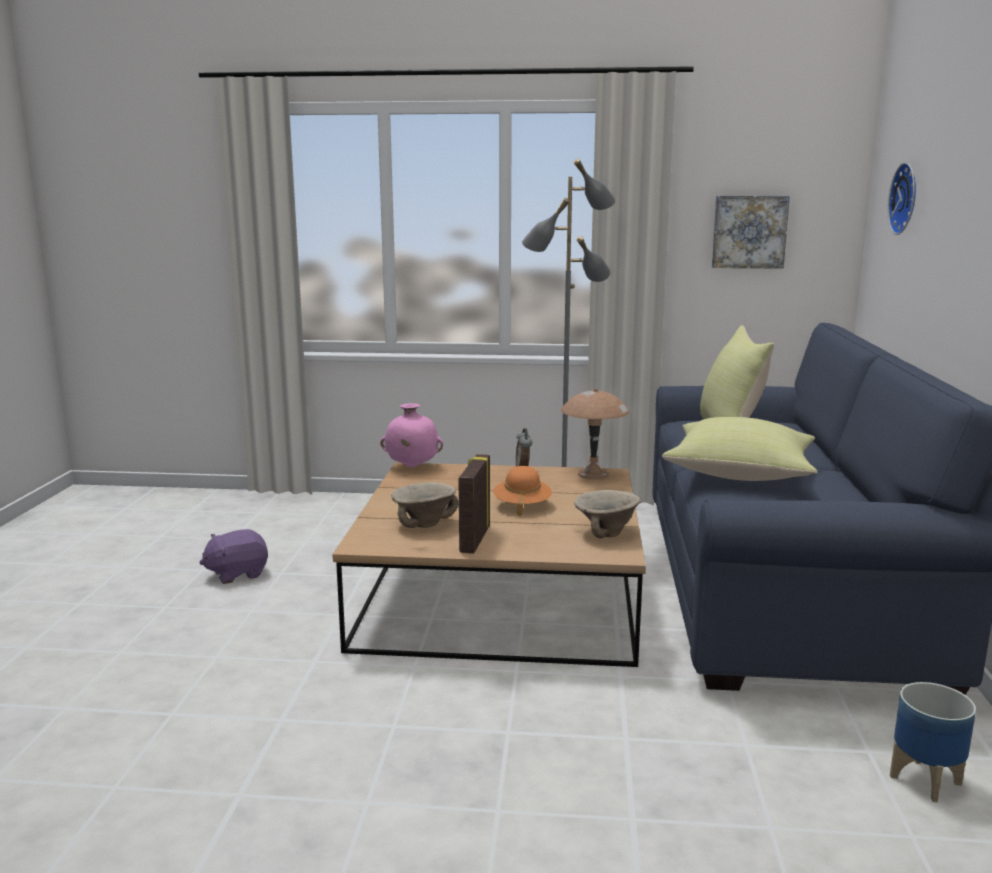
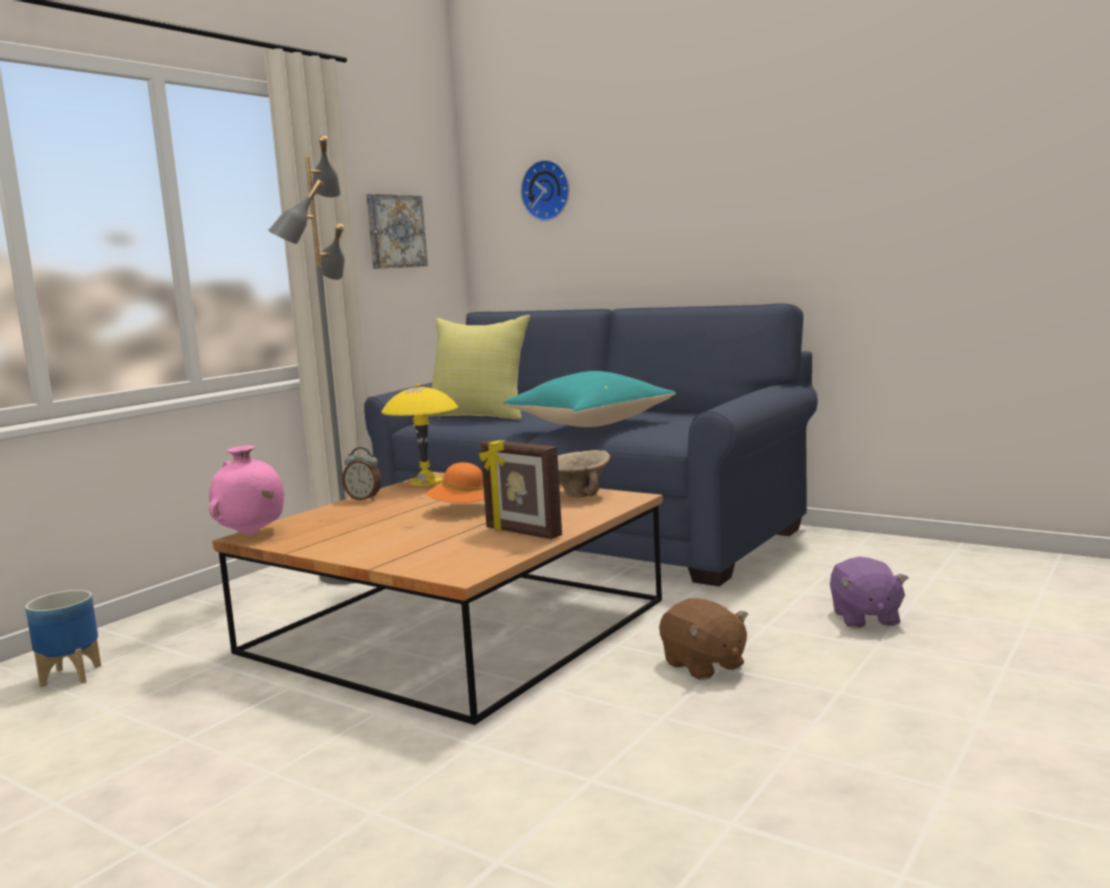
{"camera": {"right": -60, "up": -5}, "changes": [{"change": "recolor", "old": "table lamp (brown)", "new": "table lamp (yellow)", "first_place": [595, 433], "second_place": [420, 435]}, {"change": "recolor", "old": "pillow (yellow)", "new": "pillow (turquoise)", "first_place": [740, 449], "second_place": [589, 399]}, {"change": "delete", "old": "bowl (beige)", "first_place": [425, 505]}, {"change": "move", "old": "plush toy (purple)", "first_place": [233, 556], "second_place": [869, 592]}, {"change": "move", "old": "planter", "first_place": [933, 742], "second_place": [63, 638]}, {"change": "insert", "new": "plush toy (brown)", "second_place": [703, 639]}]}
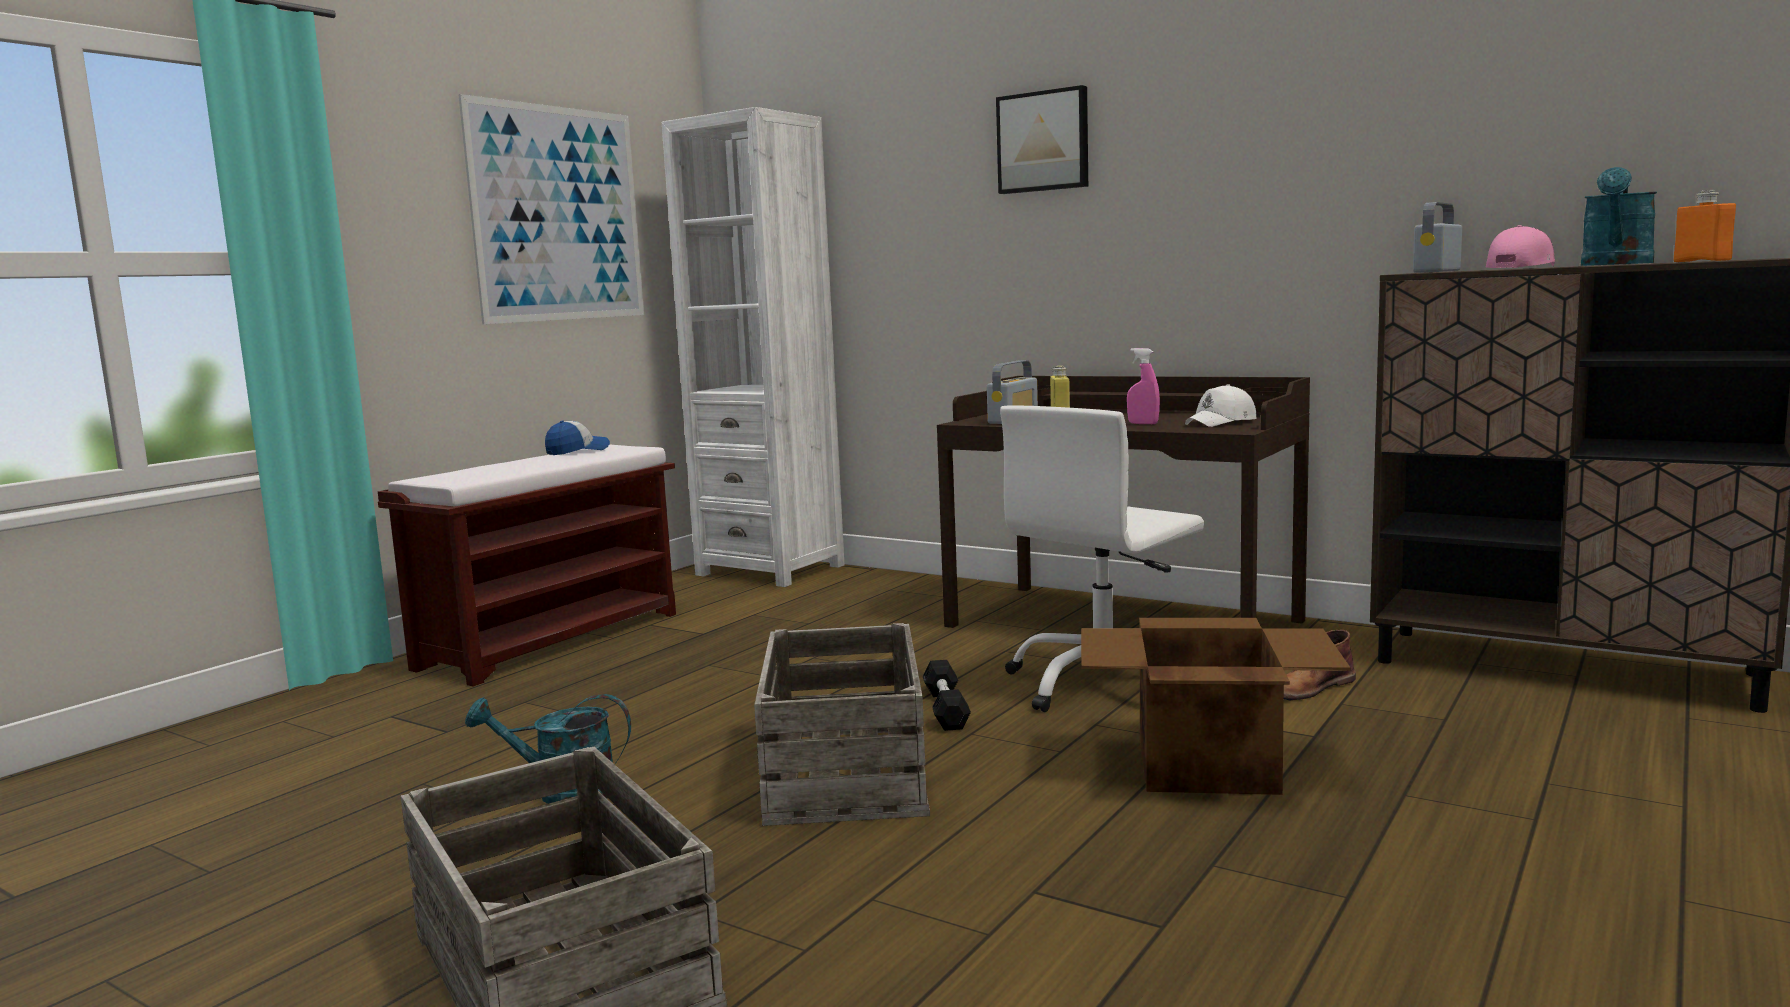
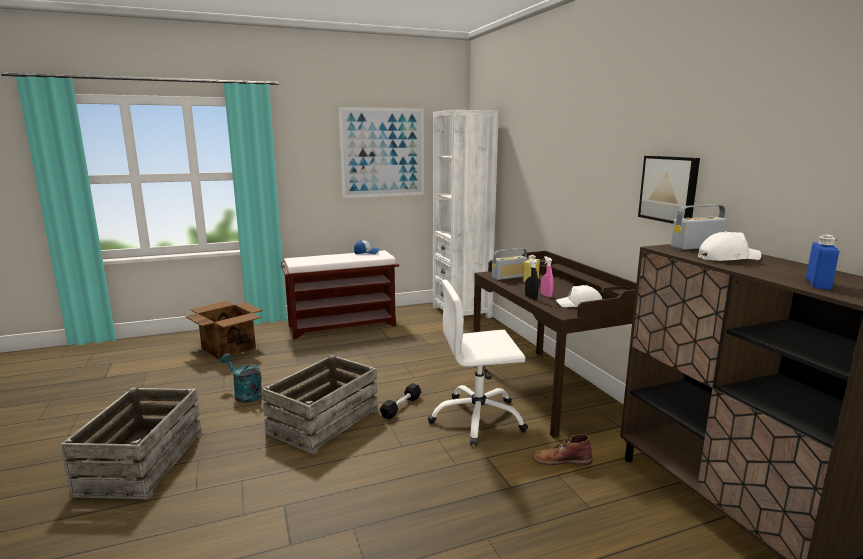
{"camera": {"right": 35, "up": 5}, "changes": [{"change": "move", "old": "picture", "first_place": [1042, 139], "second_place": [669, 190]}, {"change": "delete", "old": "watering can (turquoise)", "first_place": [1619, 216]}, {"change": "recolor", "old": "bottle (orange)", "new": "bottle (blue)", "first_place": [1705, 226], "second_place": [822, 262]}, {"change": "recolor", "old": "cap (pink)", "new": "cap (white)", "first_place": [1520, 246], "second_place": [729, 246]}, {"change": "move", "old": "cardboard box", "first_place": [1216, 706], "second_place": [224, 330]}, {"change": "insert", "new": "spray bottle (black)", "second_place": [532, 279]}]}
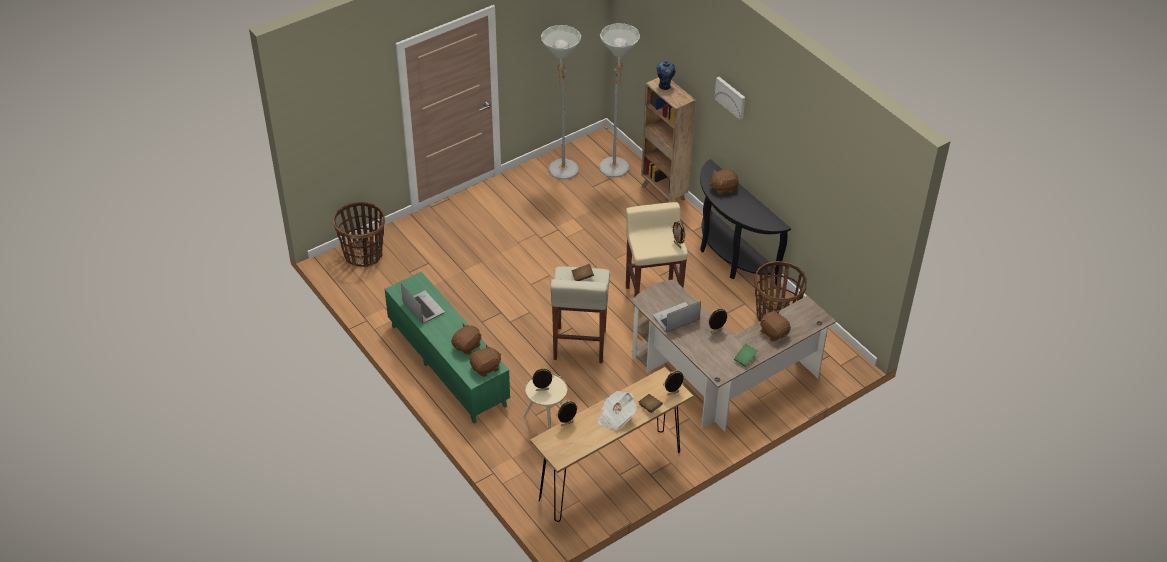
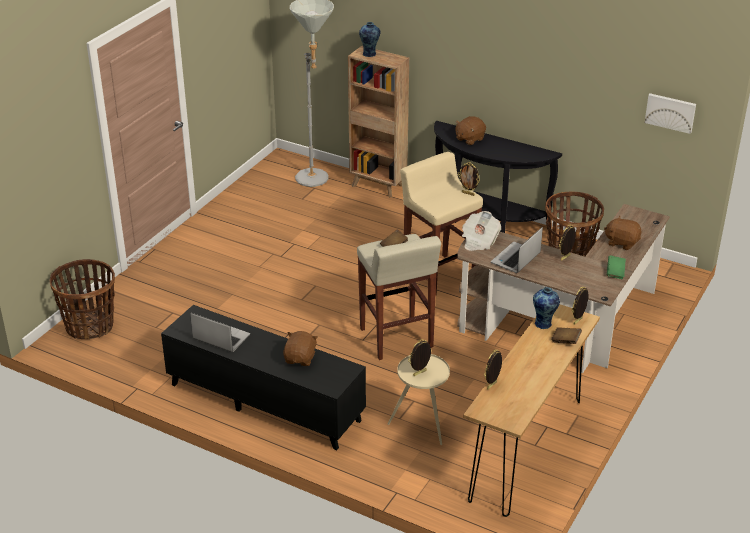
{"camera": {"right": -25, "up": -10}, "changes": [{"change": "delete", "old": "floor lamp (grey)", "first_place": [561, 102]}, {"change": "move", "old": "picture", "first_place": [729, 98], "second_place": [670, 113]}, {"change": "recolor", "old": "tv stand (green)", "new": "tv stand (black)", "first_place": [447, 347], "second_place": [263, 377]}, {"change": "delete", "old": "plush toy (brown)", "first_place": [485, 360]}, {"change": "move", "old": "newspaper", "first_place": [617, 411], "second_place": [481, 231]}, {"change": "insert", "new": "vase", "second_place": [546, 308]}]}
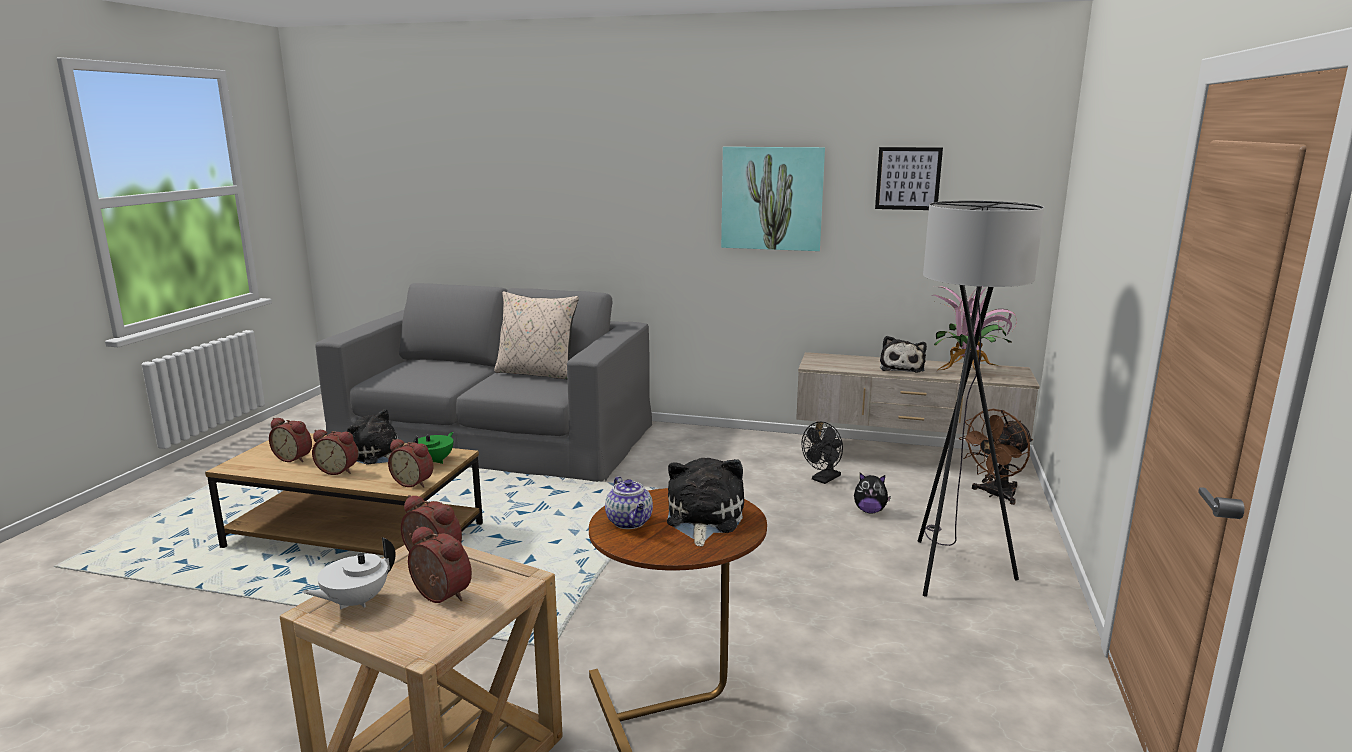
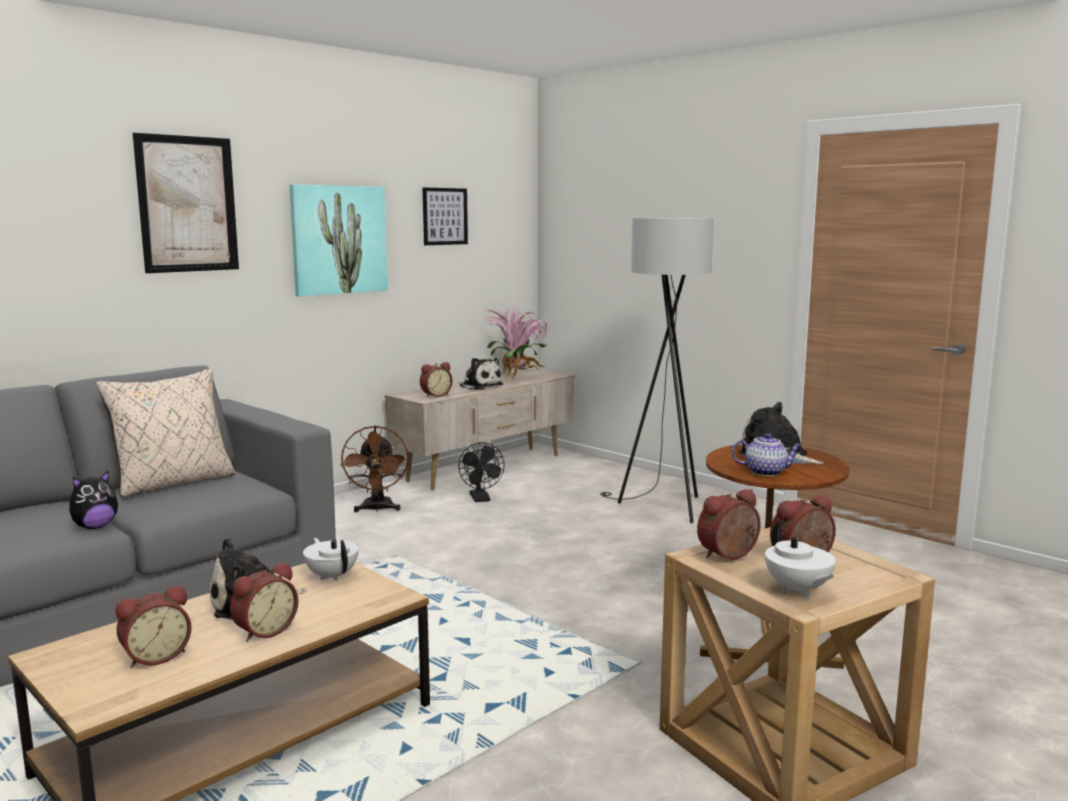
{"camera": {"right": -60, "up": -5}, "changes": [{"change": "move", "old": "fan (brown)", "first_place": [996, 457], "second_place": [374, 469]}, {"change": "recolor", "old": "teapot (green)", "new": "teapot (white)", "first_place": [432, 448], "second_place": [331, 559]}, {"change": "move", "old": "alarm clock", "first_place": [411, 463], "second_place": [436, 379]}, {"change": "move", "old": "plush toy", "first_place": [872, 493], "second_place": [93, 500]}, {"change": "insert", "new": "picture", "second_place": [186, 203]}]}
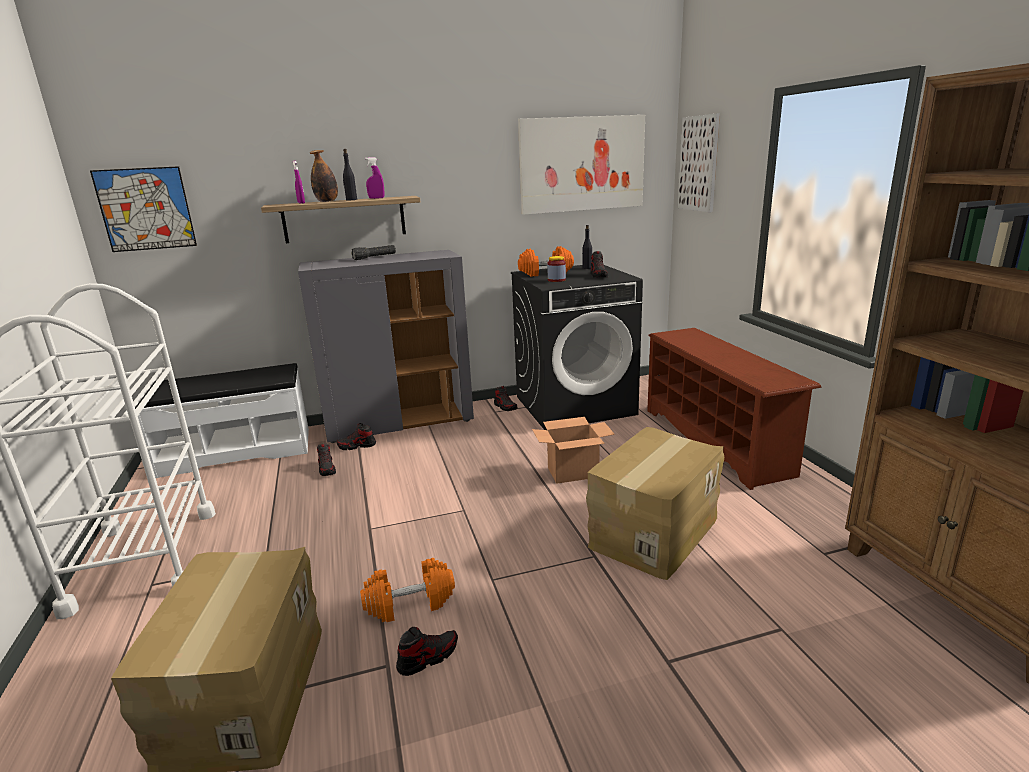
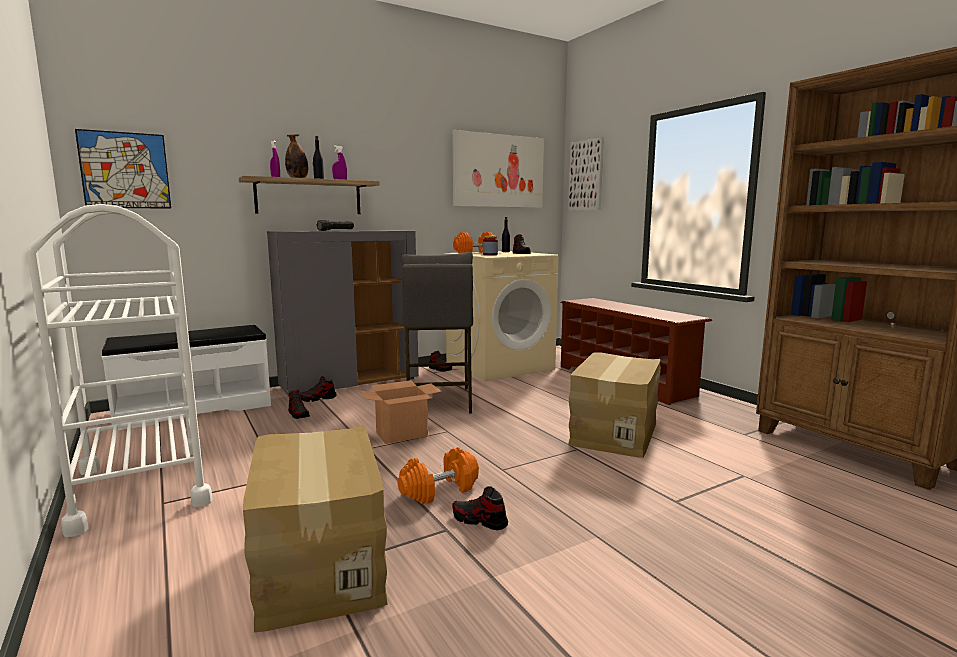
{"camera": {"right": -15, "up": -10}, "changes": [{"change": "recolor", "old": "washing machine (black)", "new": "washing machine (beige)", "first_place": [577, 347], "second_place": [501, 316]}, {"change": "move", "old": "cardboard box", "first_place": [573, 450], "second_place": [401, 412]}, {"change": "rotate", "old": "shoe", "first_place": [427, 651], "second_place": [480, 508], "degrees": -105}, {"change": "insert", "new": "stool (grey)", "second_place": [437, 333]}]}
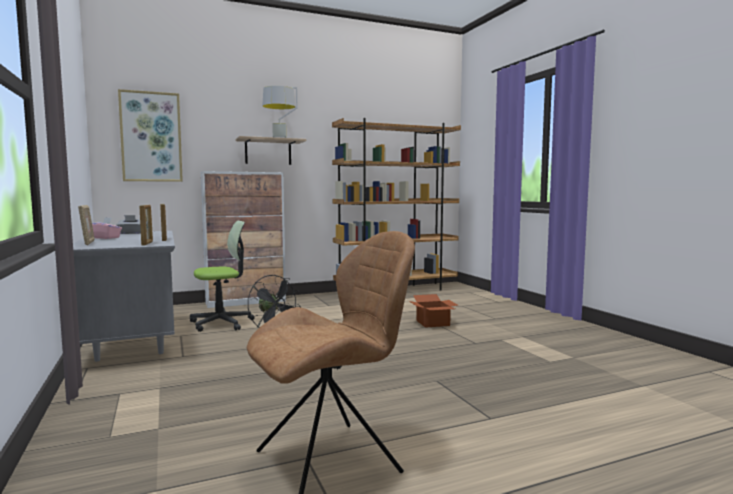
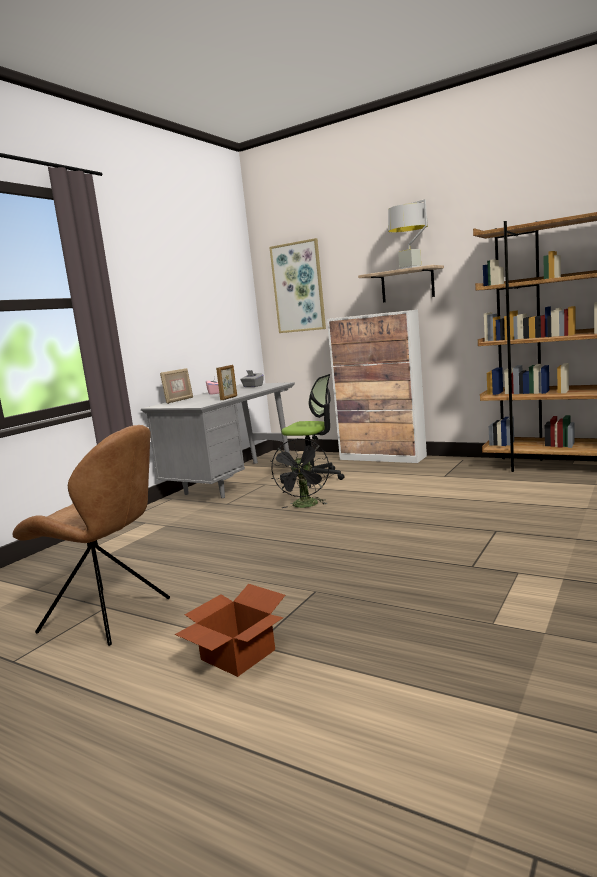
{"camera": {"right": 55, "up": 5}, "changes": [{"change": "delete", "old": "picture frame", "first_place": [146, 225]}, {"change": "move", "old": "cardboard box", "first_place": [433, 311], "second_place": [230, 630]}]}
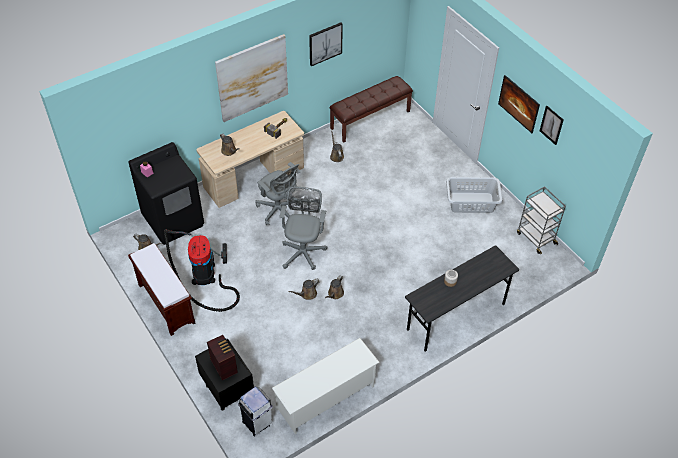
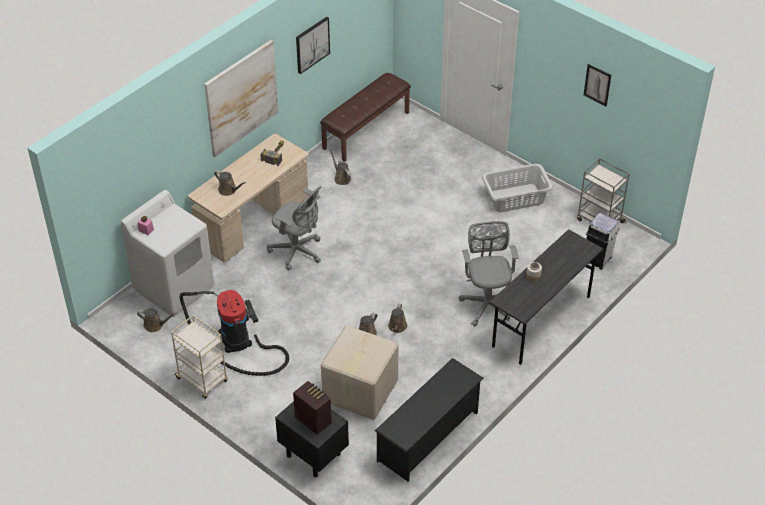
{"camera": {"right": -15, "up": -5}, "changes": [{"change": "delete", "old": "picture", "first_place": [519, 104]}, {"change": "recolor", "old": "washing machine (black)", "new": "washing machine (white)", "first_place": [166, 193], "second_place": [167, 253]}, {"change": "move", "old": "office chair (grey)", "first_place": [303, 228], "second_place": [488, 274]}, {"change": "replace", "old": "bench (brown)", "new": "cart (beige)", "first_place": [161, 289], "second_place": [199, 357]}, {"change": "recolor", "old": "shoe rack (white)", "new": "shoe rack (black)", "first_place": [326, 386], "second_place": [429, 420]}, {"change": "move", "old": "trash can (white)", "first_place": [255, 412], "second_place": [603, 241]}, {"change": "insert", "new": "cardboard box", "second_place": [360, 372]}]}
